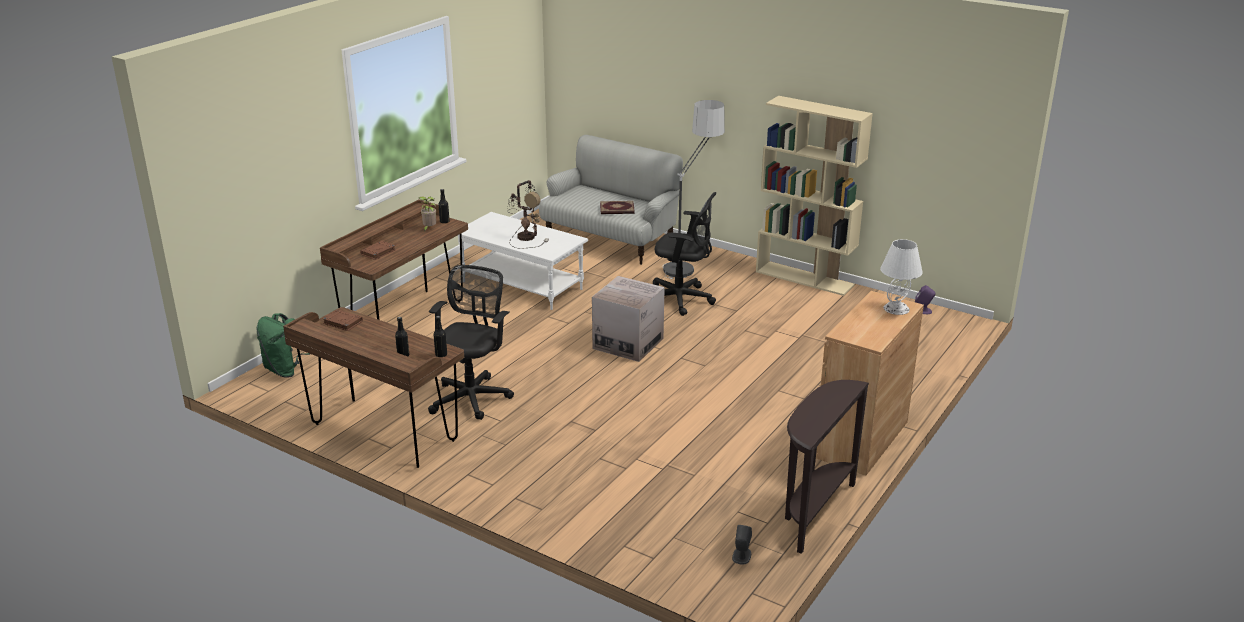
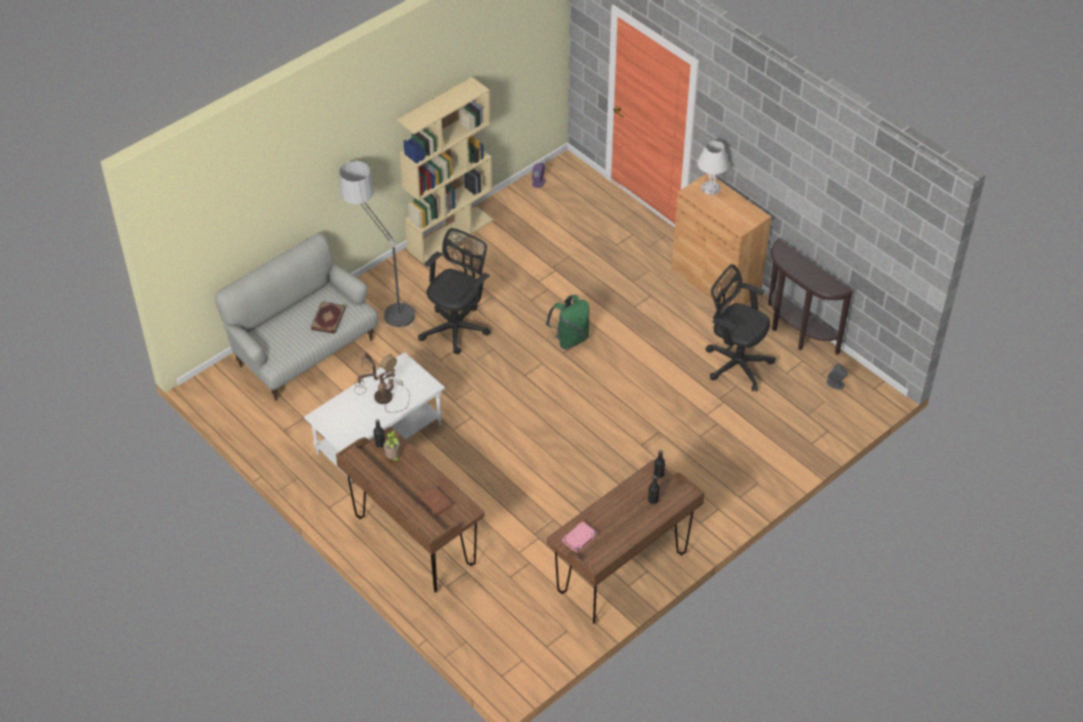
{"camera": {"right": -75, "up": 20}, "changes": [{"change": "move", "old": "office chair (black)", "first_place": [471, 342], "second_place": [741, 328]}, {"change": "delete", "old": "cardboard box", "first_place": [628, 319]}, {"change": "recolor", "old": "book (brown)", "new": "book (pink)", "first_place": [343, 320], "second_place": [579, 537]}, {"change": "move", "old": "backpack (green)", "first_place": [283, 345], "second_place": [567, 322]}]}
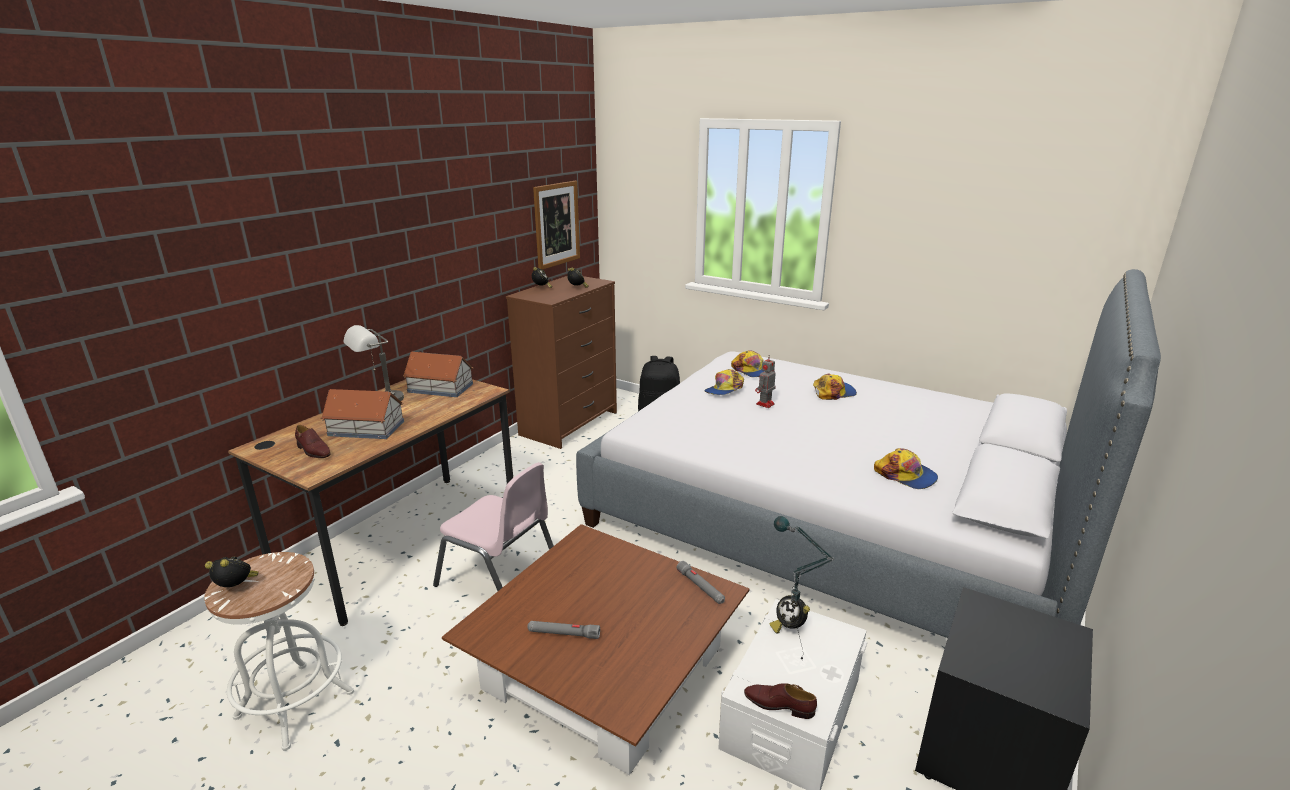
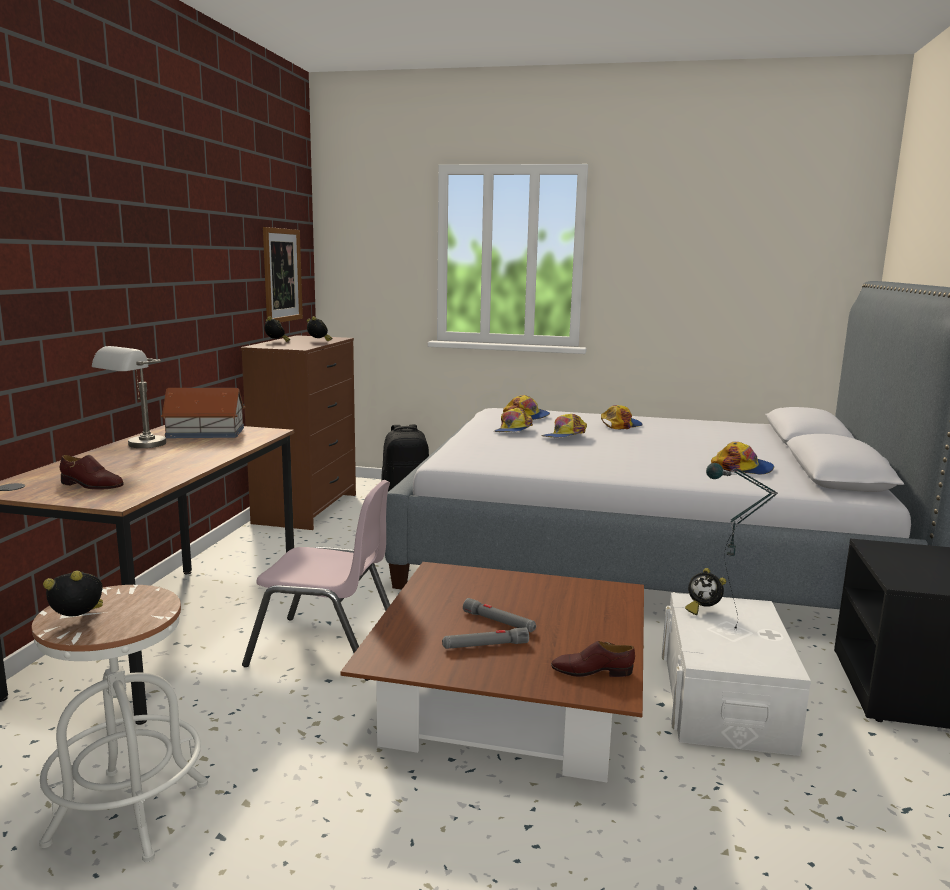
{"camera": {"right": -20, "up": -10}, "changes": [{"change": "replace", "old": "toy robot", "new": "cap", "first_place": [765, 381], "second_place": [564, 425]}, {"change": "delete", "old": "toy house", "first_place": [362, 414]}, {"change": "move", "old": "flashlight (grey)", "first_place": [701, 582], "second_place": [499, 615]}, {"change": "move", "old": "shoe (brown)", "first_place": [780, 701], "second_place": [593, 659]}]}
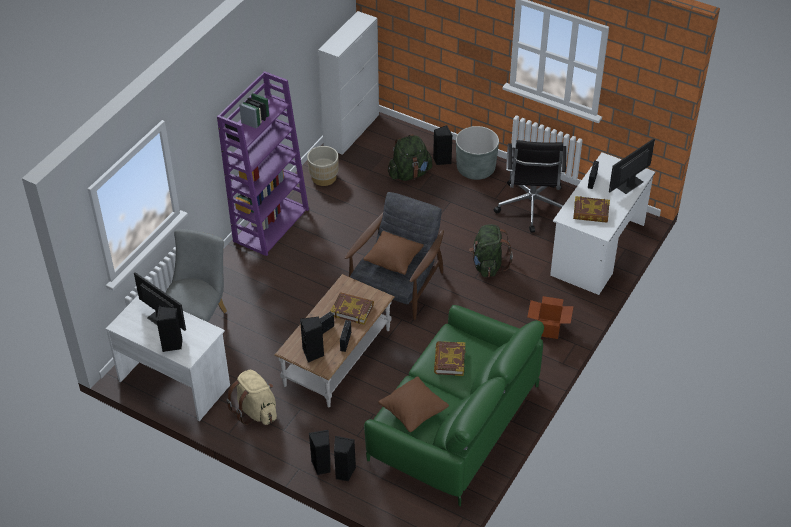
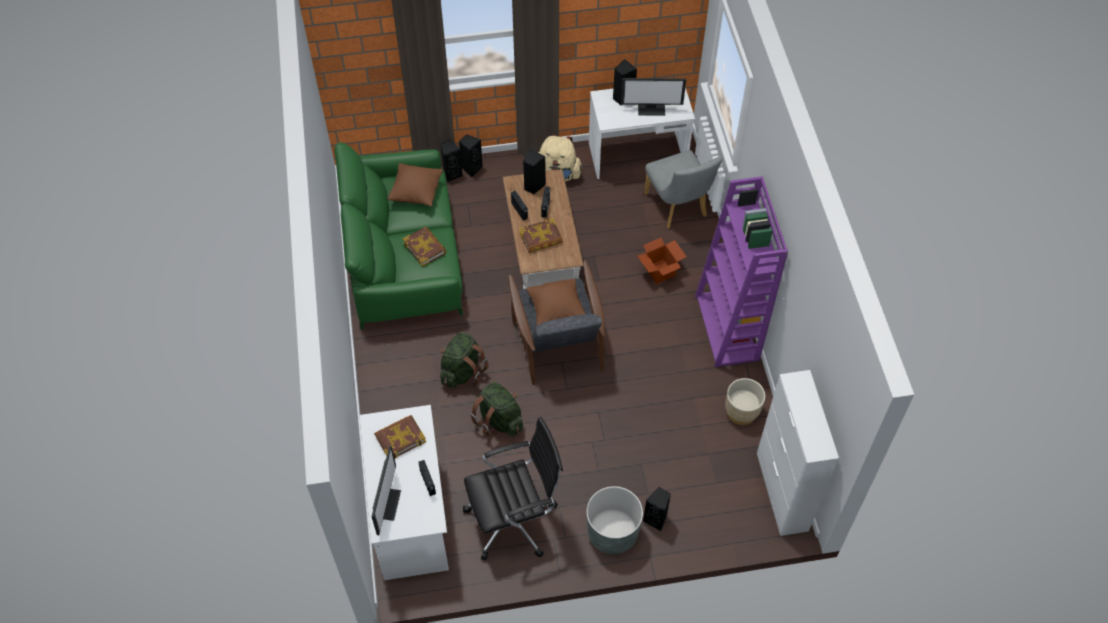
{"camera": {"right": 140, "up": 10}, "changes": [{"change": "move", "old": "backpack (green)", "first_place": [410, 157], "second_place": [464, 360]}, {"change": "rotate", "old": "office chair (black)", "first_place": [530, 186], "second_place": [513, 488], "degrees": 105}, {"change": "move", "old": "cardboard box", "first_place": [550, 317], "second_place": [662, 260]}]}
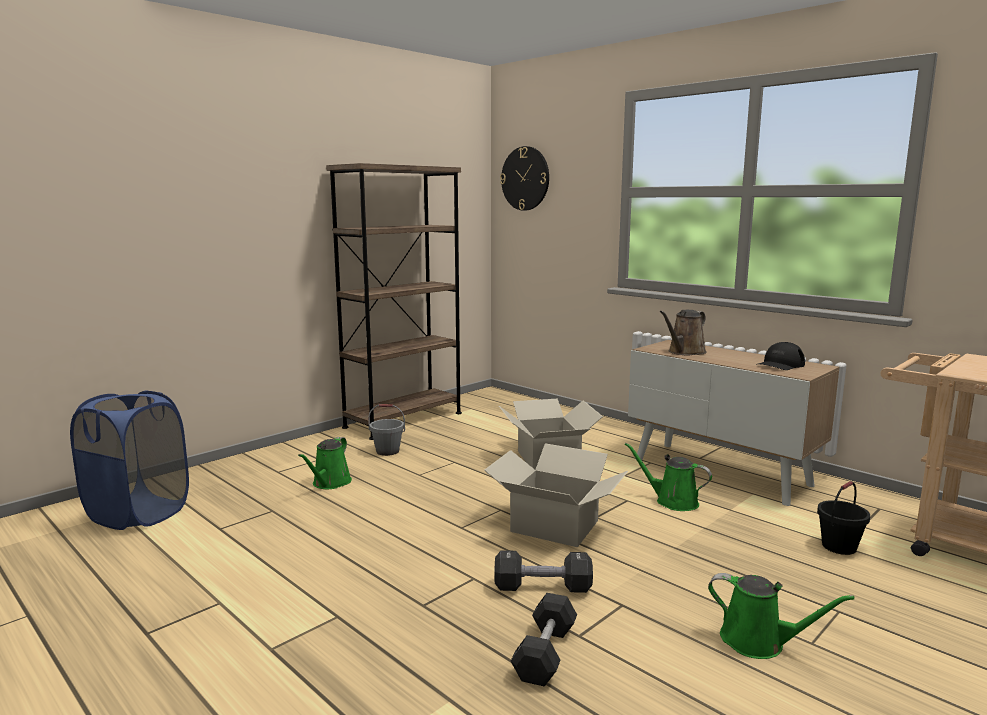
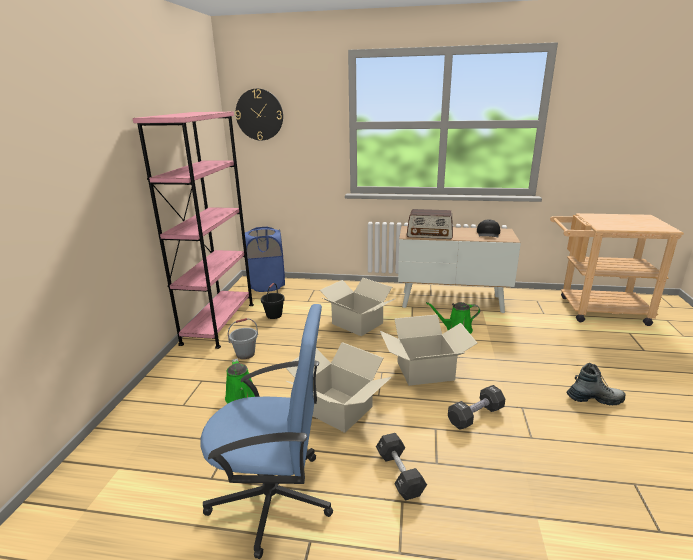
{"camera": {"right": -35, "up": 10}, "changes": [{"change": "recolor", "old": "bookcase (brown)", "new": "bookcase (pink)", "first_place": [394, 301], "second_place": [193, 230]}, {"change": "replace", "old": "watering can (brown)", "new": "radio", "first_place": [683, 332], "second_place": [430, 224]}, {"change": "move", "old": "laundry basket (blue)", "first_place": [129, 460], "second_place": [265, 259]}, {"change": "move", "old": "bucket (black)", "first_place": [843, 518], "second_place": [273, 301]}, {"change": "replace", "old": "watering can (green)", "new": "boot", "first_place": [781, 616], "second_place": [595, 384]}, {"change": "move", "old": "dumbbell (black)", "first_place": [544, 640], "second_place": [401, 466]}, {"change": "insert", "new": "office chair (blue)", "second_place": [267, 431]}, {"change": "insert", "new": "cardboard box", "second_place": [339, 387]}]}
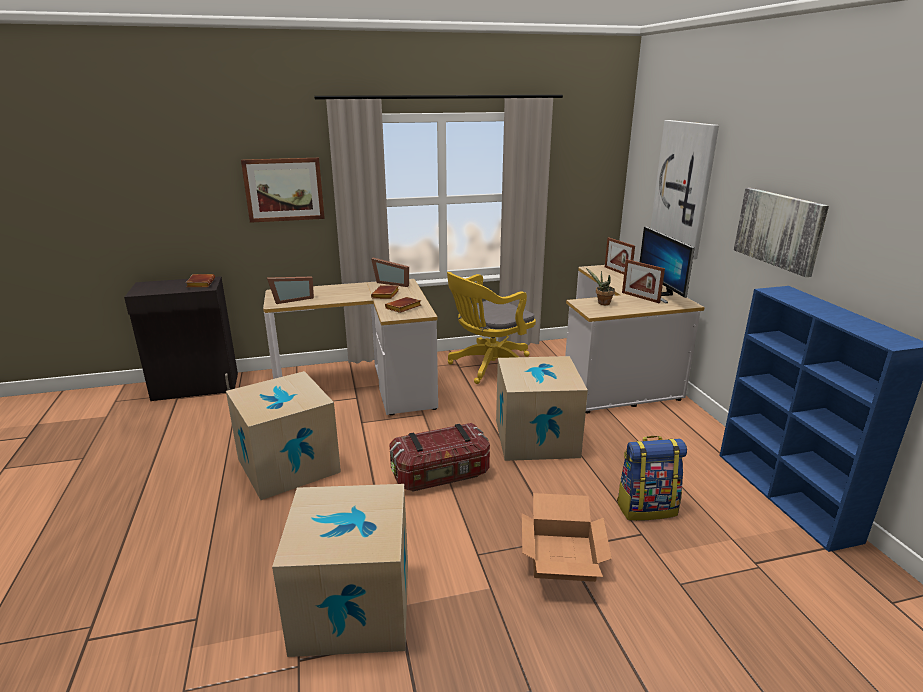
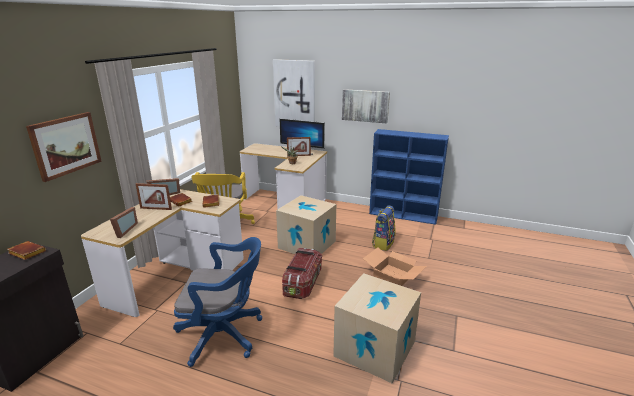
{"camera": {"right": -55, "up": 0}, "changes": [{"change": "move", "old": "picture frame", "first_place": [620, 255], "second_place": [154, 196]}, {"change": "replace", "old": "cardboard box", "new": "office chair (blue)", "first_place": [283, 435], "second_place": [217, 302]}]}
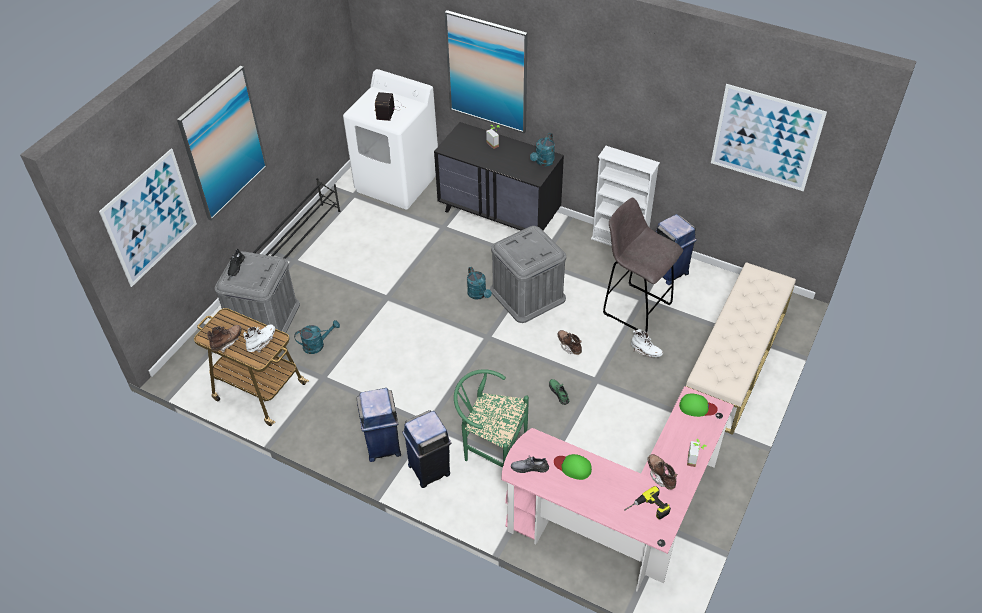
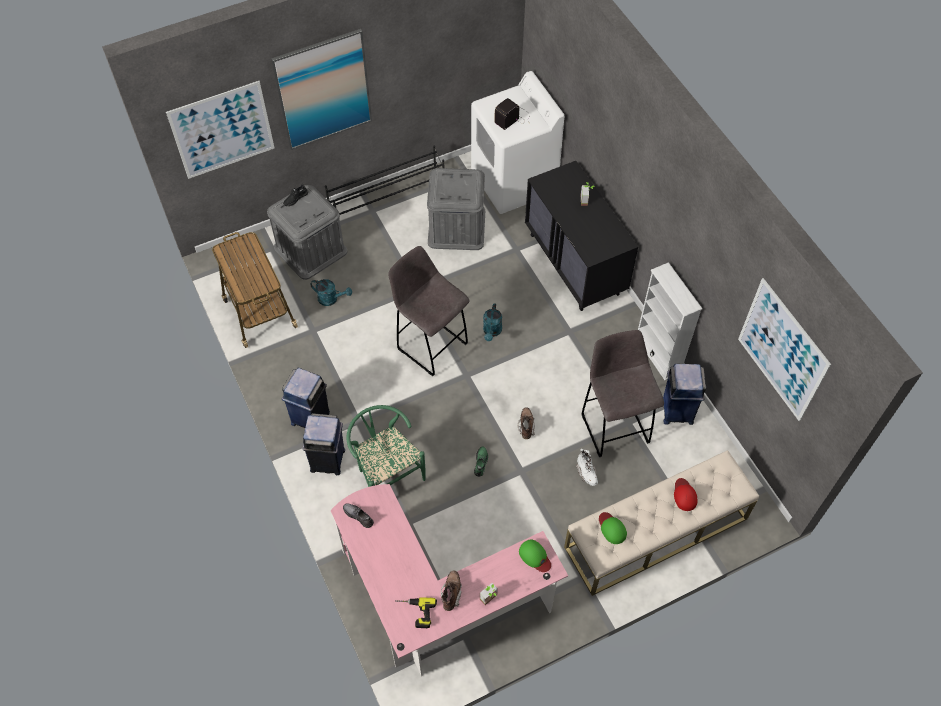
{"camera": {"right": 35, "up": 10}, "changes": [{"change": "delete", "old": "picture", "first_place": [486, 71]}, {"change": "delete", "old": "watering can (turquoise)", "first_place": [542, 149]}, {"change": "move", "old": "storage box (grey)", "first_place": [528, 274], "second_place": [456, 209]}, {"change": "delete", "old": "boot (white)", "first_place": [259, 338]}, {"change": "delete", "old": "boot (brown)", "first_place": [224, 338]}, {"change": "move", "old": "cap (green)", "first_place": [573, 467], "second_place": [613, 528]}, {"change": "insert", "new": "stool (grey)", "second_place": [429, 311]}, {"change": "insert", "new": "cap (red)", "second_place": [686, 494]}]}
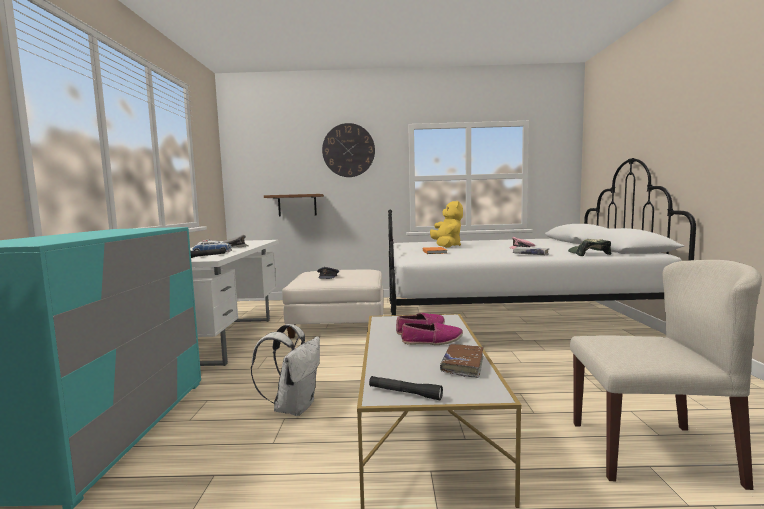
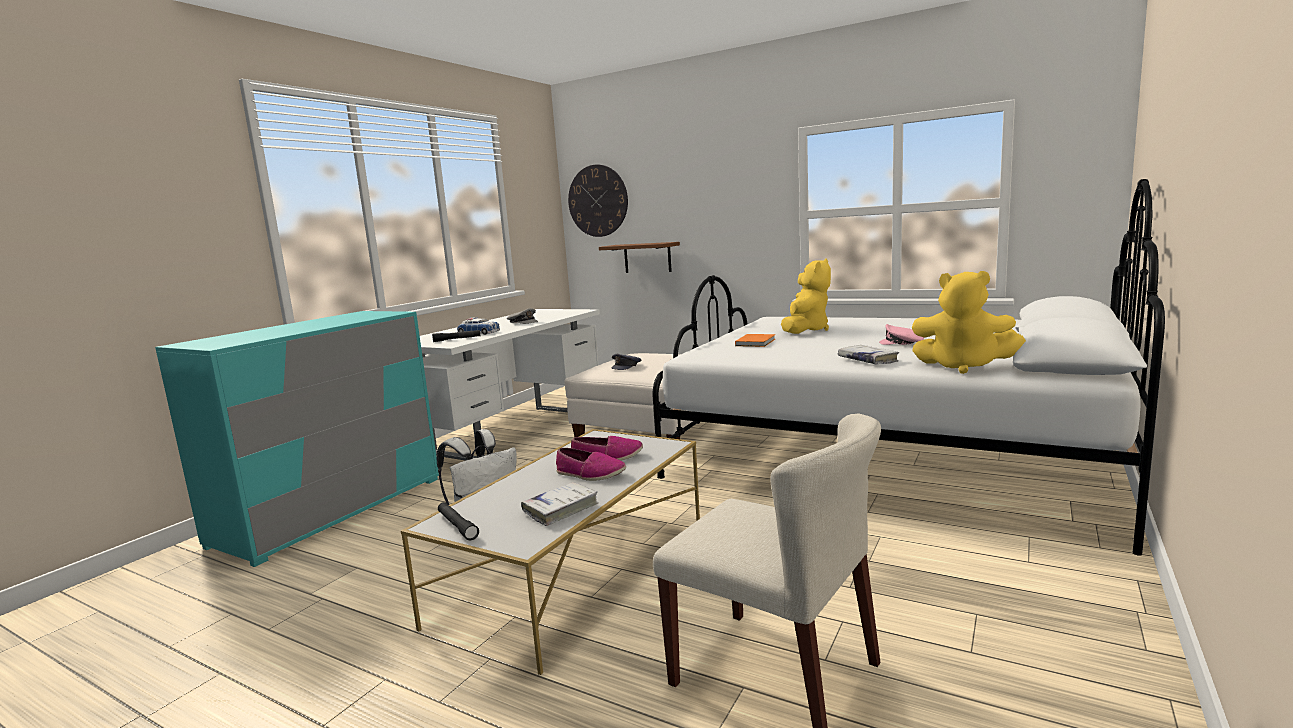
{"camera": {"right": 30, "up": 5}, "changes": [{"change": "move", "old": "wall clock", "first_place": [348, 150], "second_place": [598, 201]}, {"change": "replace", "old": "cap", "new": "plush toy (yellow)", "first_place": [589, 247], "second_place": [969, 322]}, {"change": "recolor", "old": "book (brown)", "new": "book (white)", "first_place": [462, 361], "second_place": [560, 504]}]}
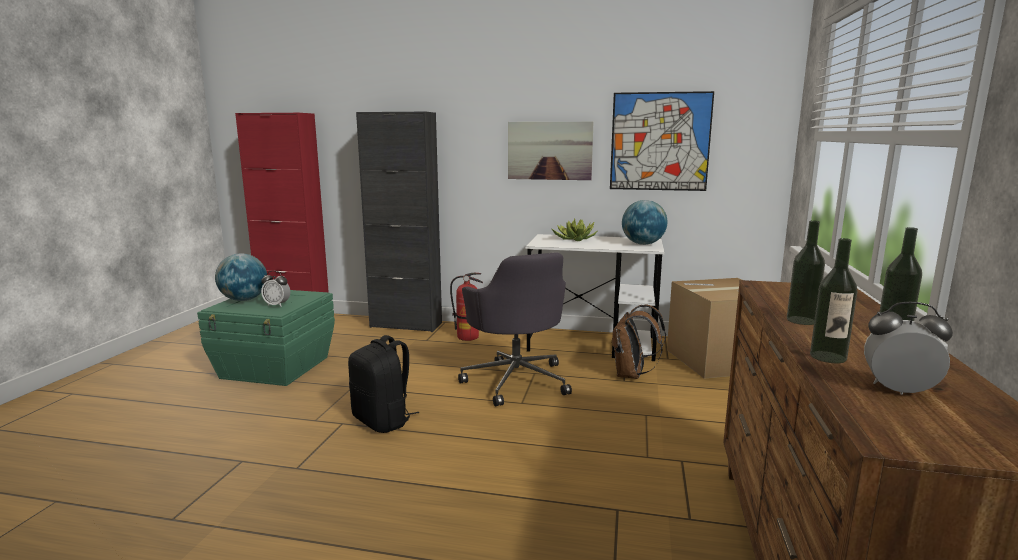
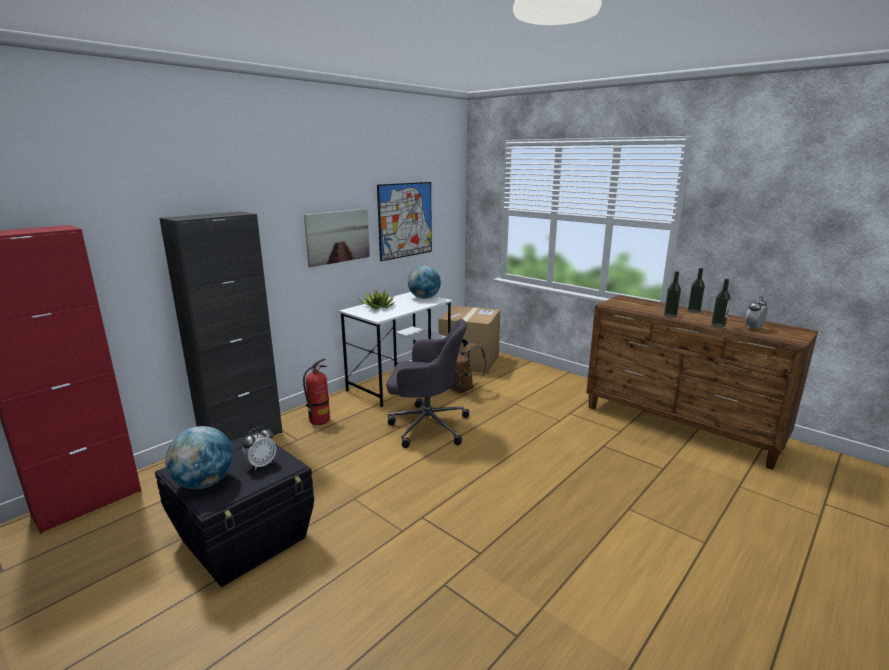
{"camera": {"right": -60, "up": 5}, "changes": [{"change": "recolor", "old": "storage box (green)", "new": "storage box (black)", "first_place": [266, 338], "second_place": [234, 509]}, {"change": "delete", "old": "backpack (black)", "first_place": [384, 384]}]}
